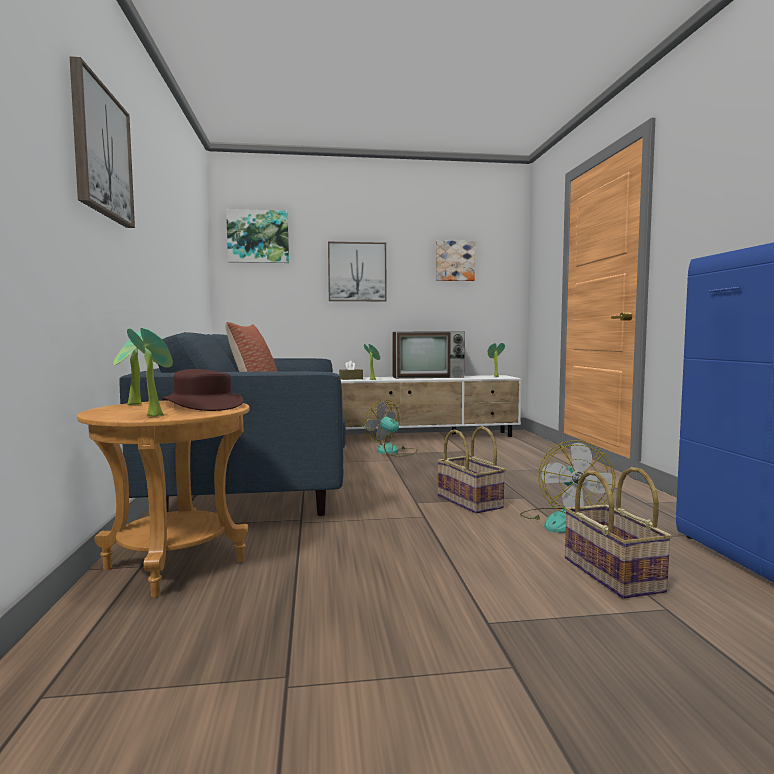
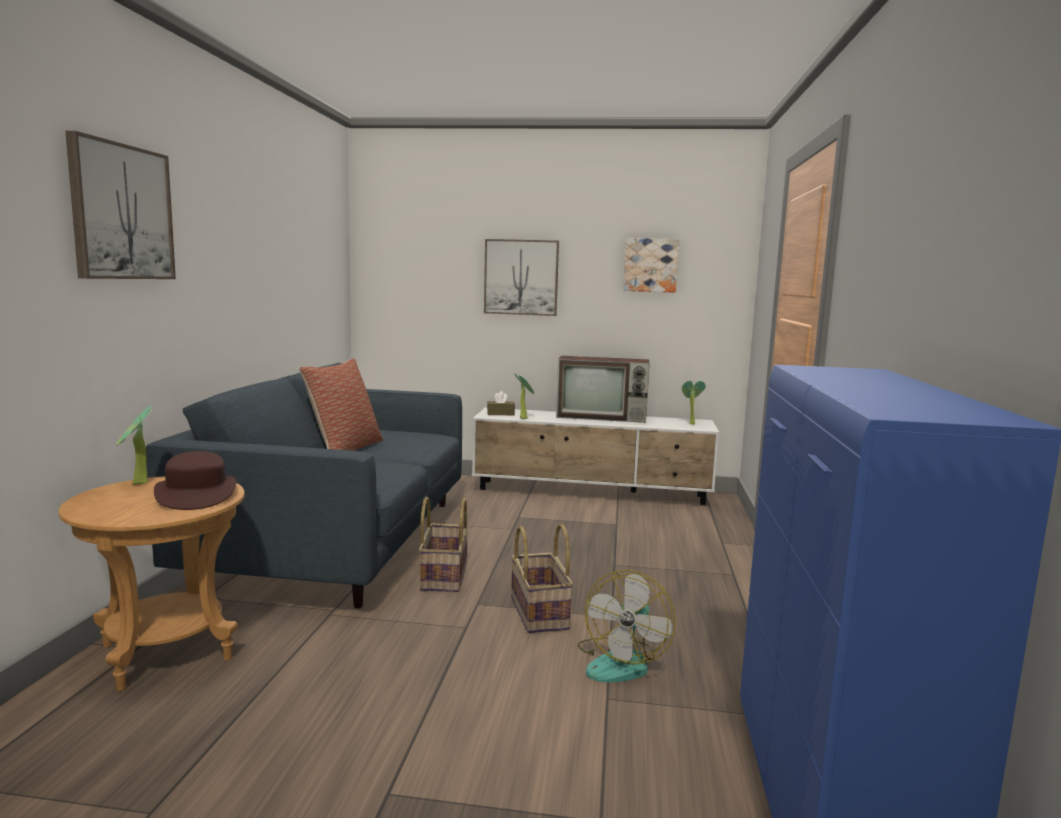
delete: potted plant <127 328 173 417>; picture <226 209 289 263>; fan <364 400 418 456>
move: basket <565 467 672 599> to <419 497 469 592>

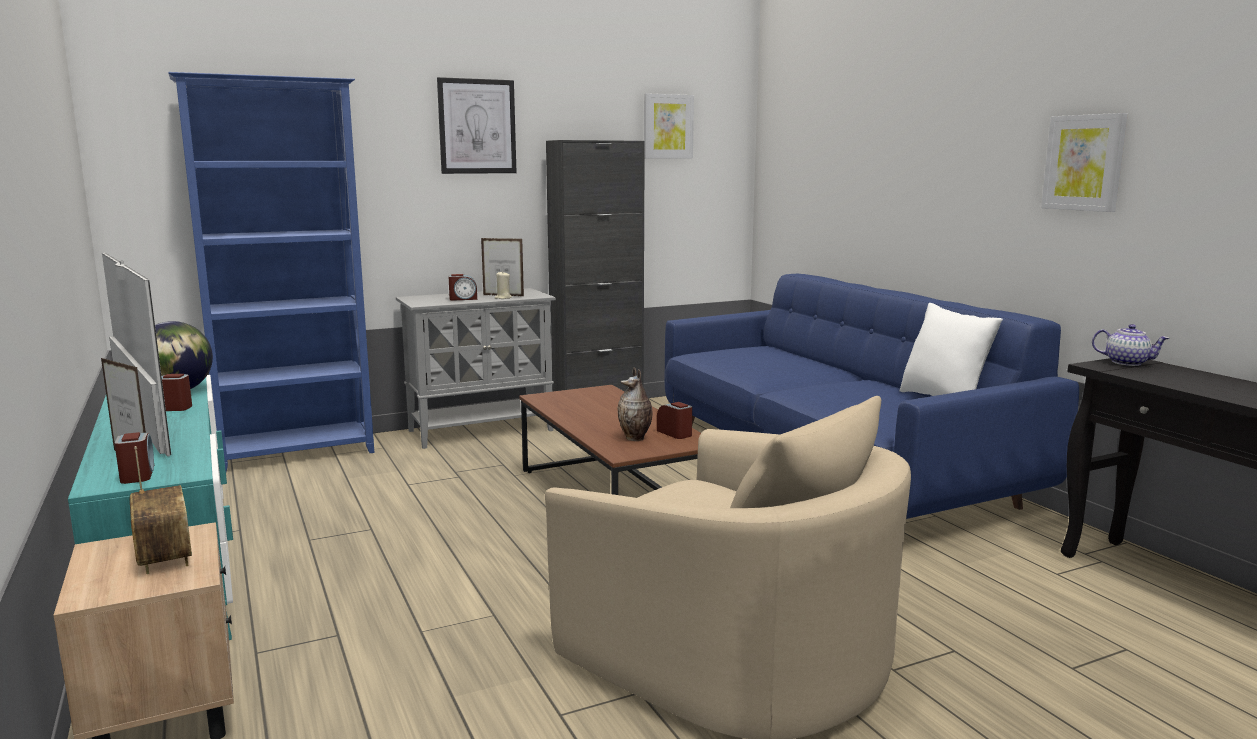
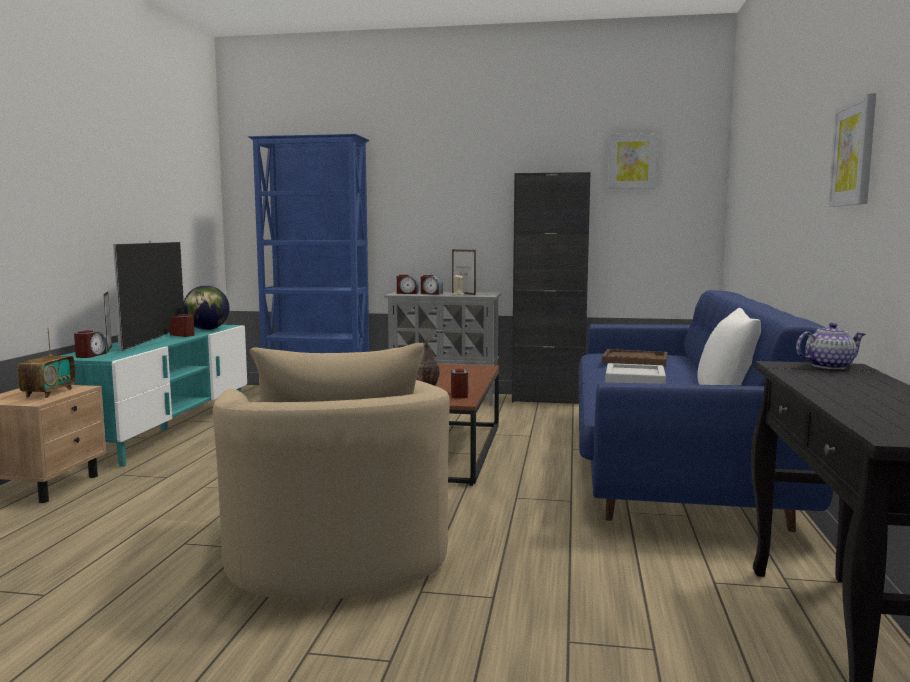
delete: picture <437 77 517 174>
insert: alarm clock <397 275 418 294>; brown tray <602 349 668 366>; grey tray <605 363 666 384>
rotate: teapot <1092 324 1169 366> = <796 323 866 369> 75 degrees counterclockwise

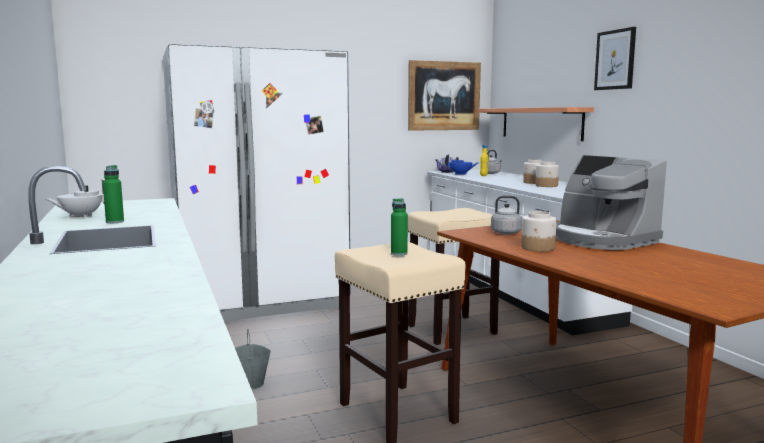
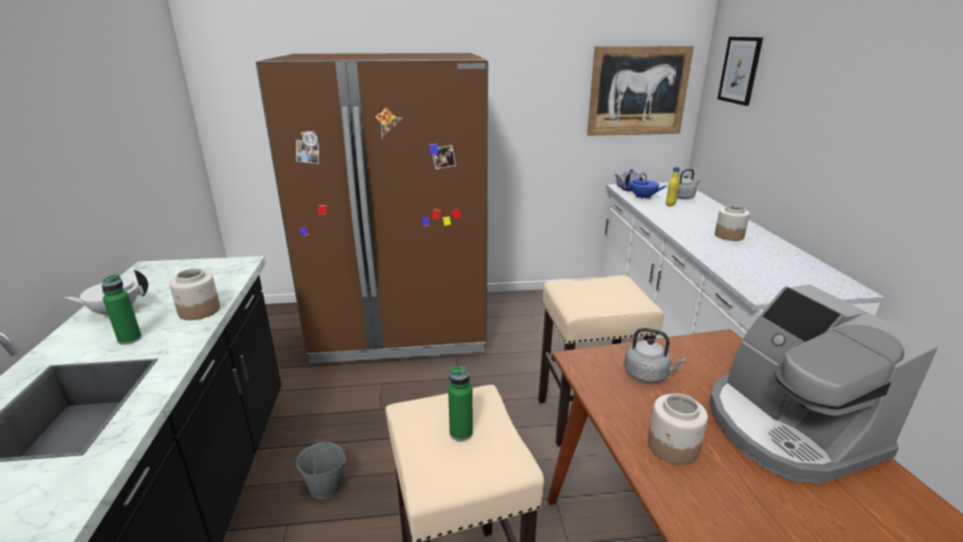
delete: shelf <477 107 594 141>
move: jar <535 161 559 187> to <169 268 220 320>; picture <594 27 636 90> to <717 37 763 106>
recolor: white fridge <163 44 351 321> to brown fridge <256 53 488 364>

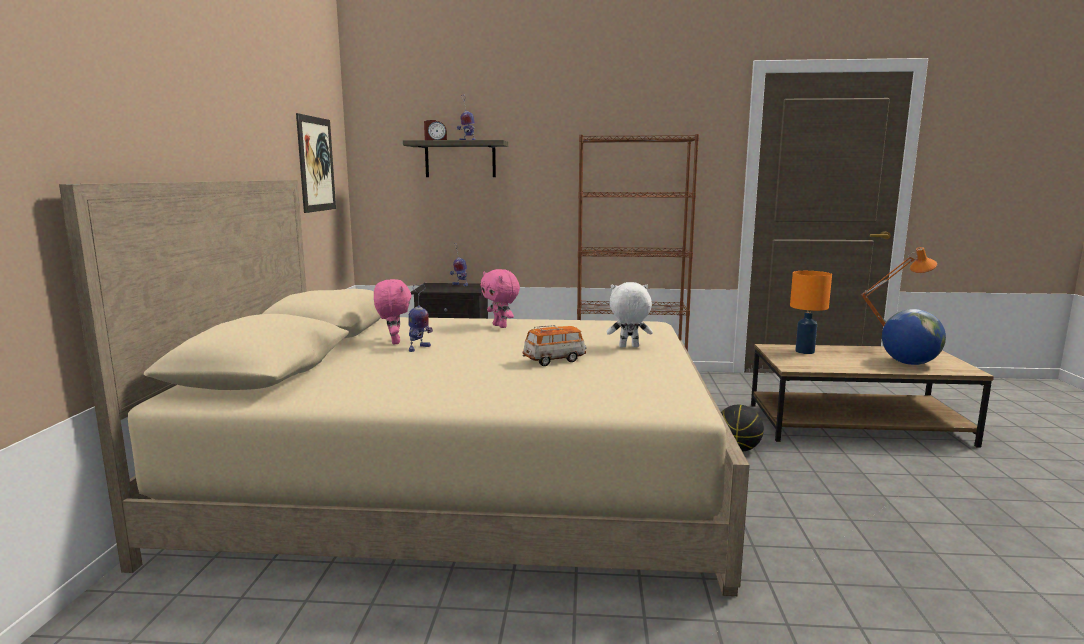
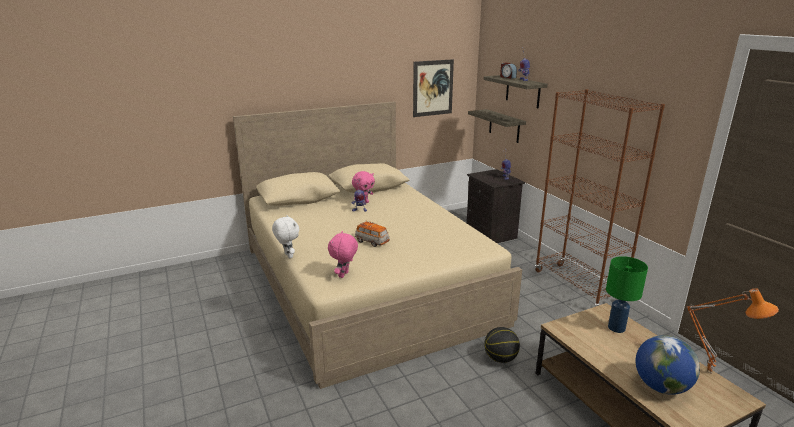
insert: shelf <468 109 526 143>
move: white plush toy <606 282 653 347> to <272 215 299 258>; pink plush toy <481 269 520 328> to <328 231 358 278>
recolor: orange table lamp <790 271 832 354> to green table lamp <606 256 648 333>

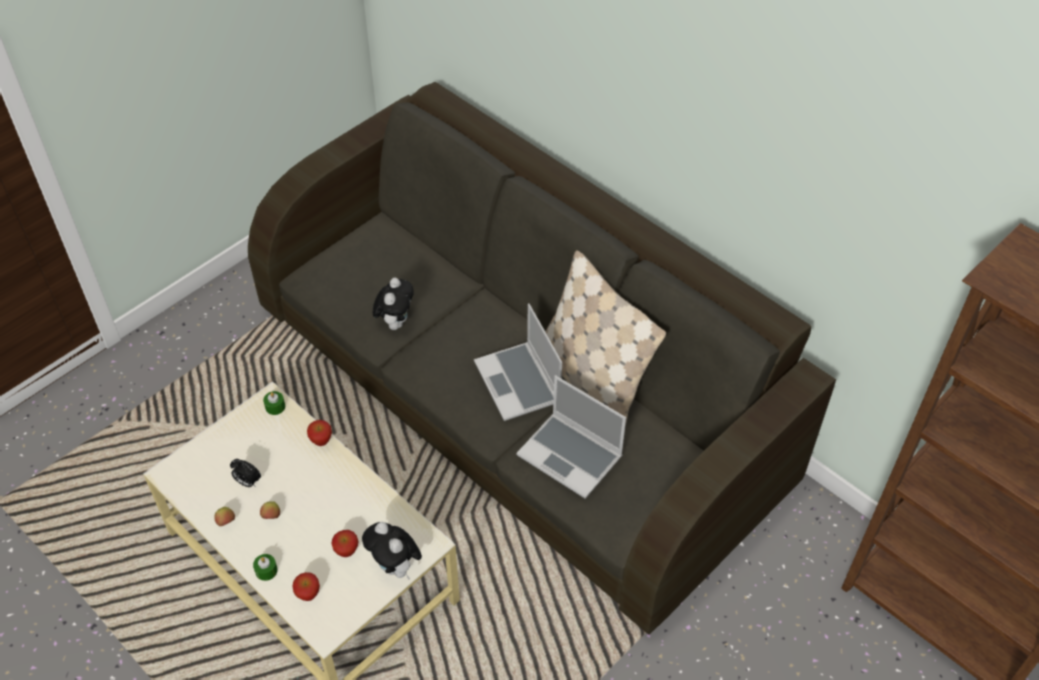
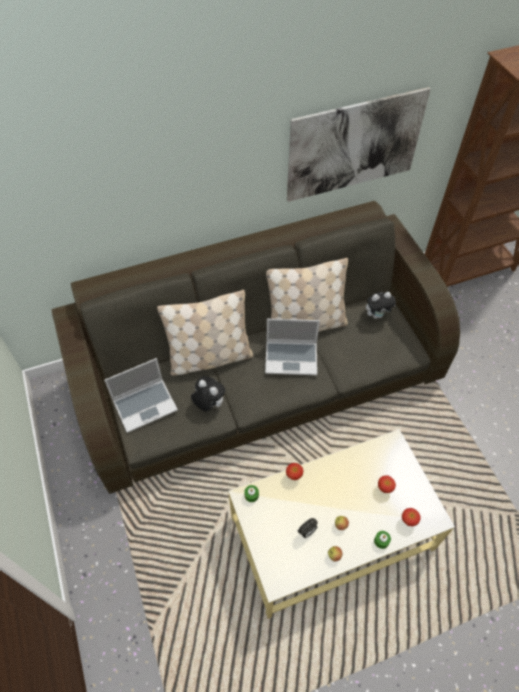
insert: beige pillow <157 290 253 375>; picture <287 87 431 202>
move: laptop <516 375 626 499> to <104 358 178 433>; plush toy <362 522 422 579> to <366 292 396 319>

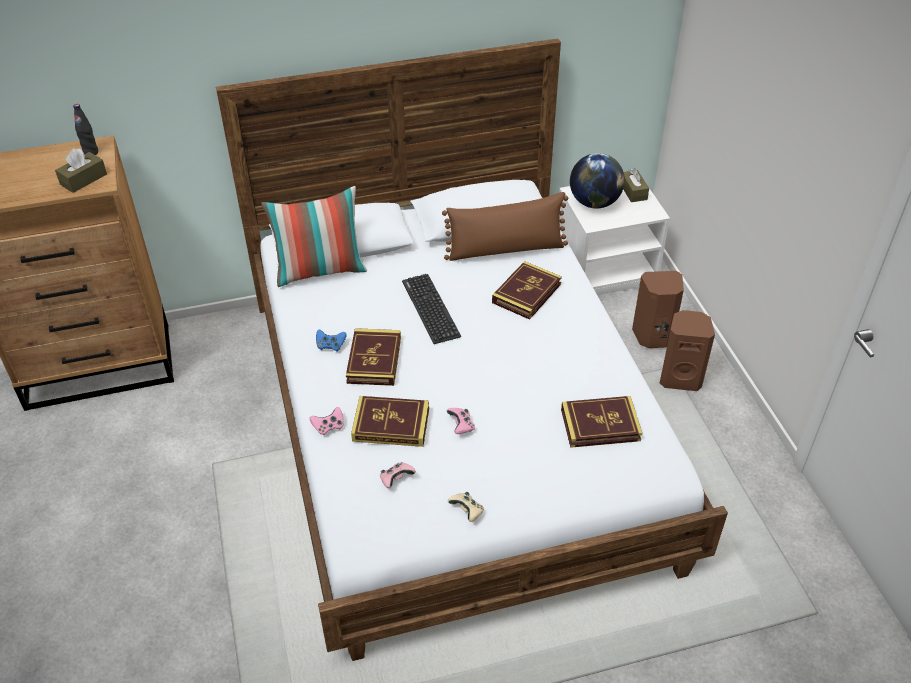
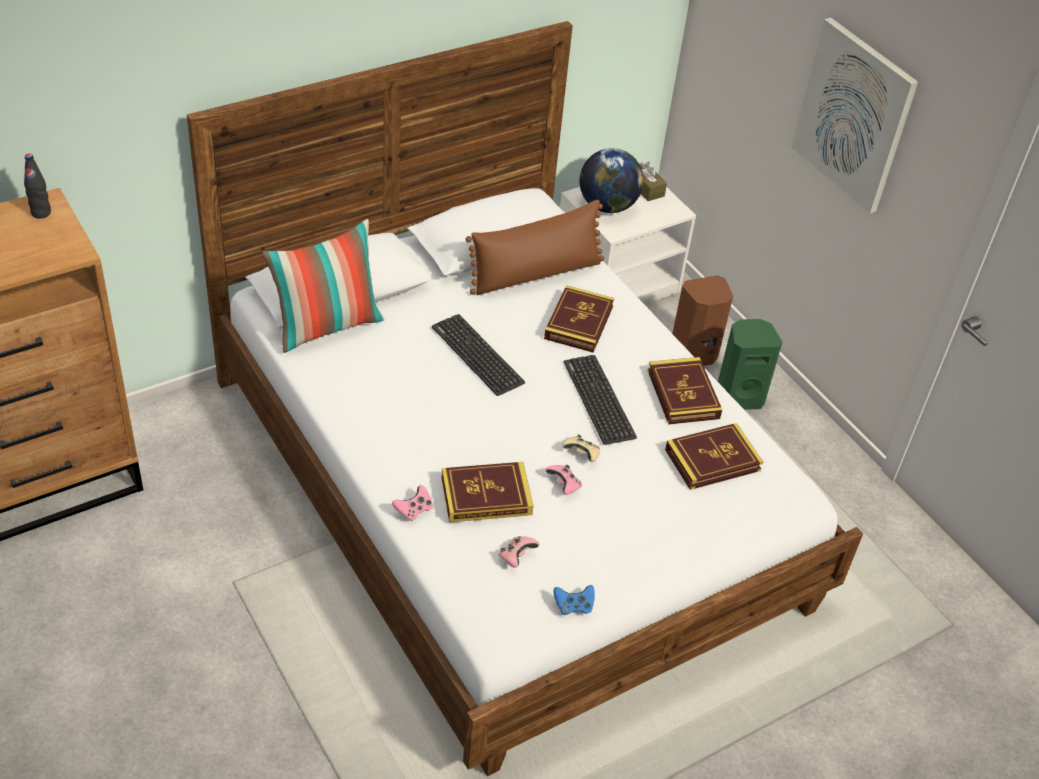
delete: brown tissue box <55 149 107 193>
insert: keyboard <564 355 637 445>; picture <791 18 918 213>
move: blue game controller <316 329 347 352> to <553 585 595 615>; beige game controller <448 492 484 522> to <562 435 600 462>; book <346 328 401 386> to <648 357 722 425>
recolor: brown speaker <660 310 715 391> to green speaker <718 319 782 410>

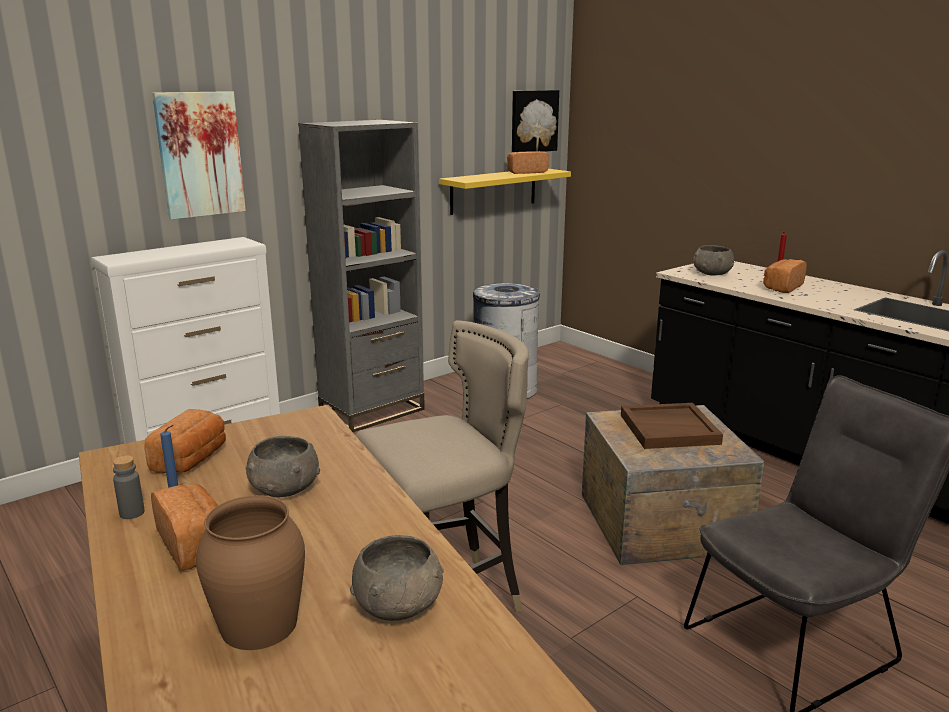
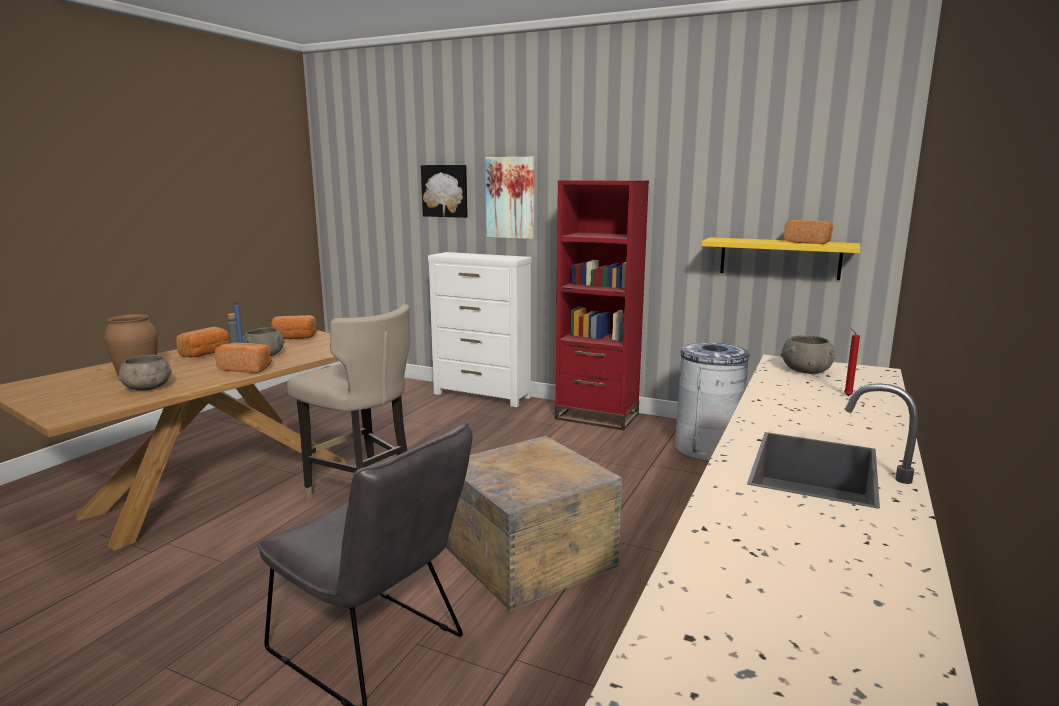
delete: brown tray <621 403 723 449>
move: bread <763 259 807 293> to <215 342 272 373>; picture <512 90 559 152> to <421 165 468 218>
recolor: grey bookcase <298 120 425 432> to red bookcase <555 180 649 430>

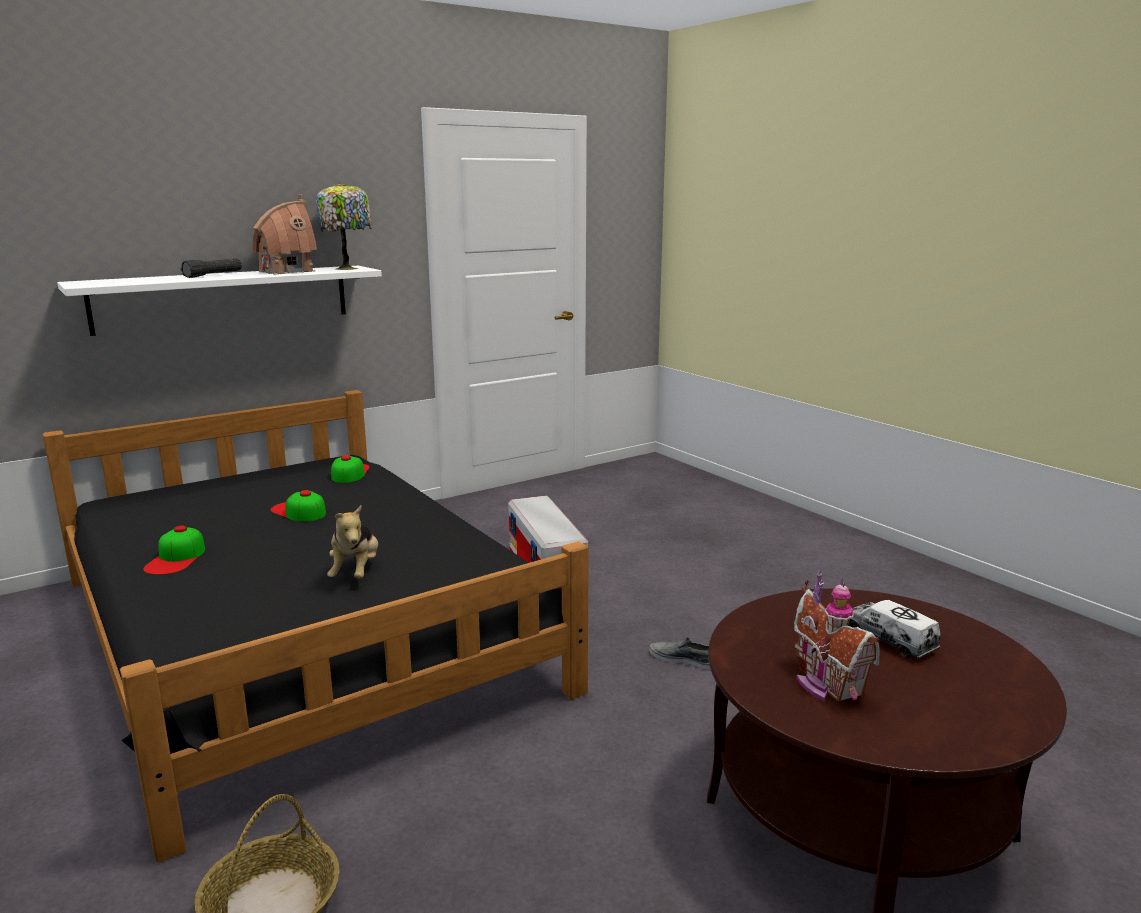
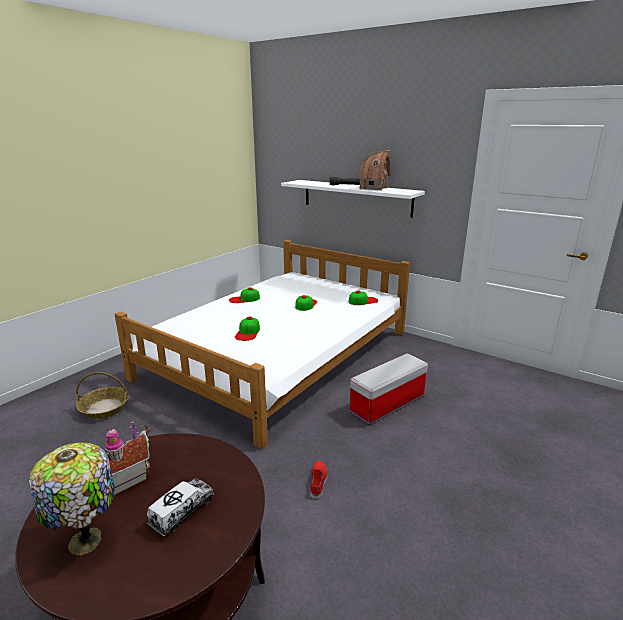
move: table lamp <316 183 372 270> to <29 442 115 556>
replace: plush toy <327 506 378 579> to cap <235 317 260 341>
recolor: black bed <43 390 589 862> to white bed <114 240 410 449>; grey shoe <649 637 710 670> to red shoe <311 461 327 499>

